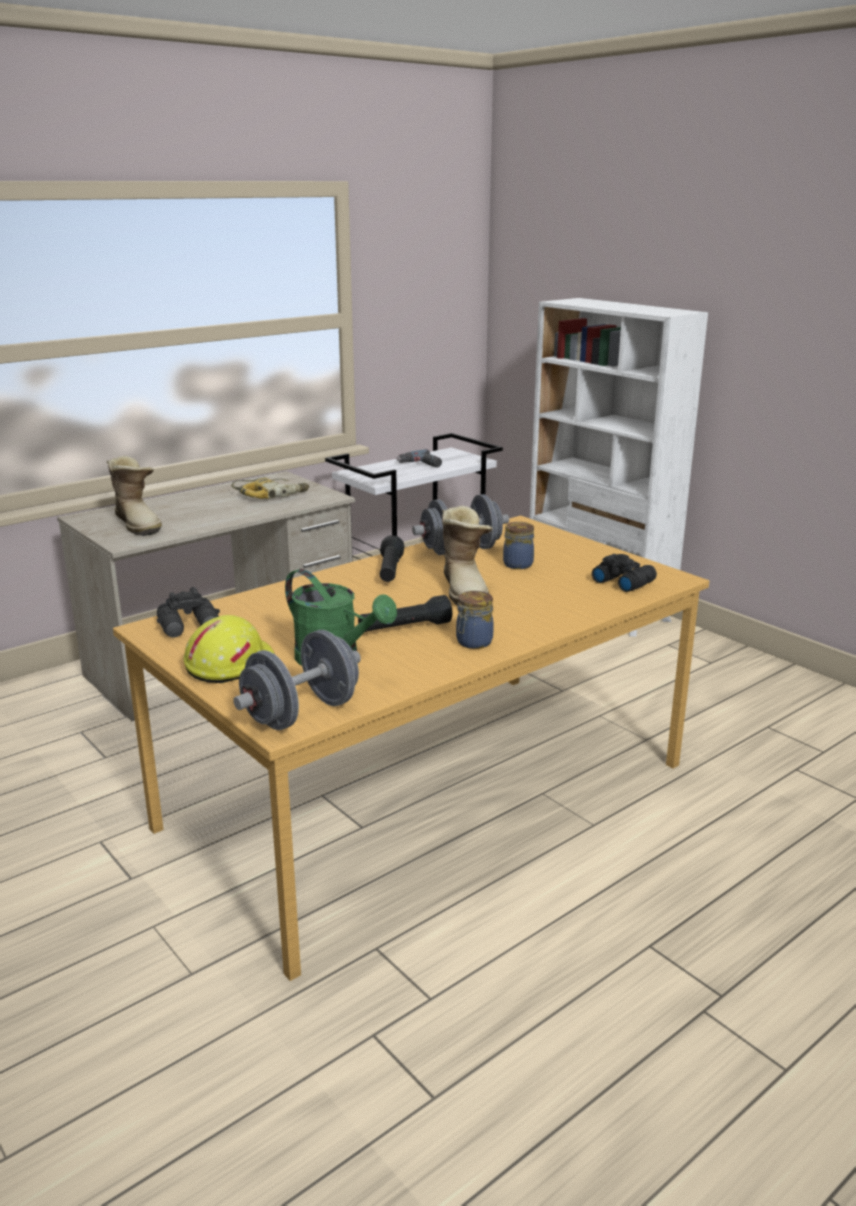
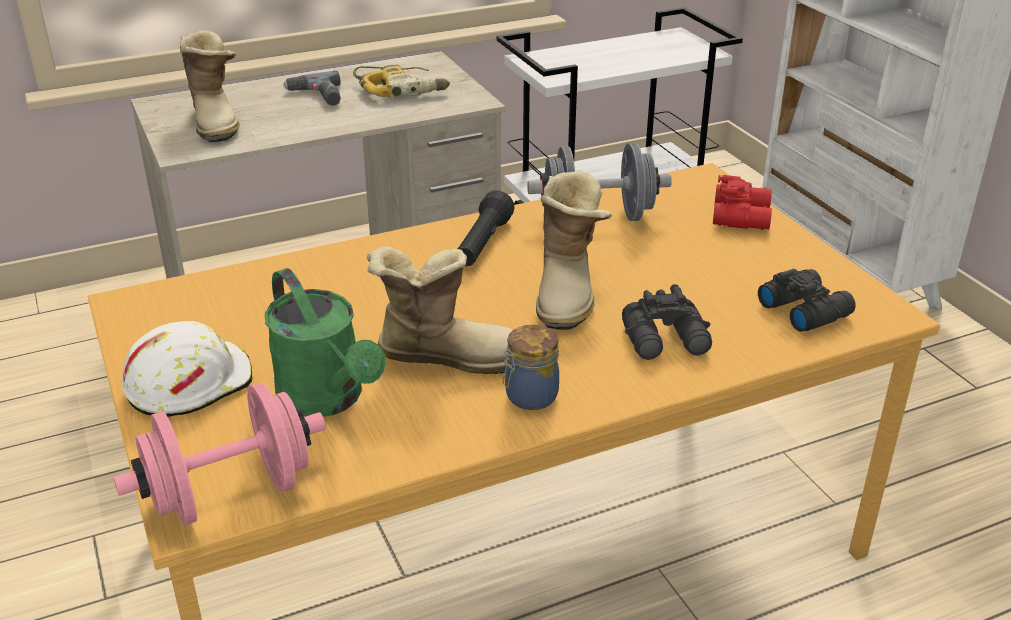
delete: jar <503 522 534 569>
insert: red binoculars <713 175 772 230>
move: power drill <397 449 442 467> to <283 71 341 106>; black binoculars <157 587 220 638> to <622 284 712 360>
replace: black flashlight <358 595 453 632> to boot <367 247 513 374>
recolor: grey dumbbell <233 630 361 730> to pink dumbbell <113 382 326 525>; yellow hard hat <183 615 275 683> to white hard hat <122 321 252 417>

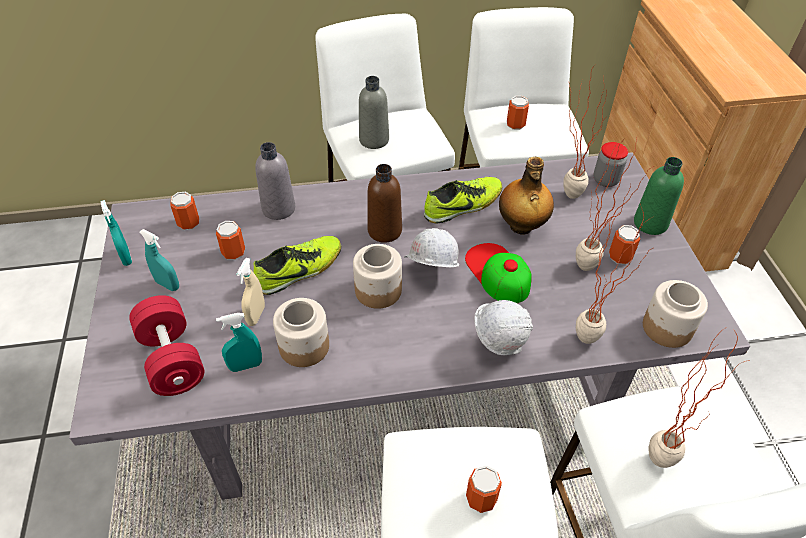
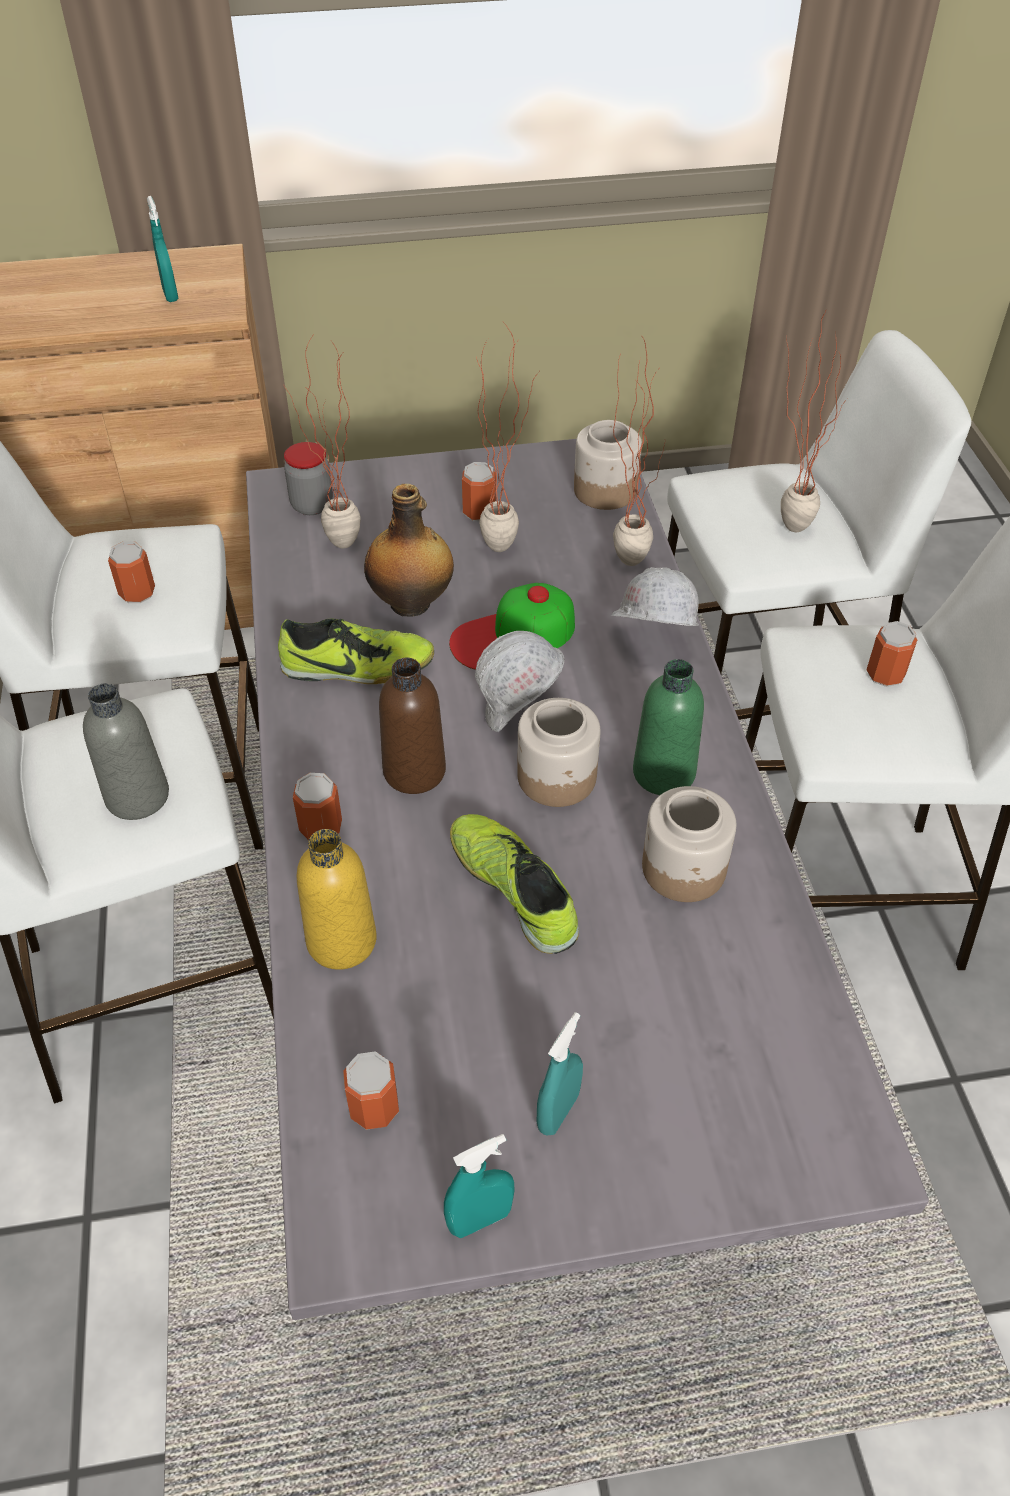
delete: red dumbbell <129 295 204 396>; beige spray bottle <236 258 265 326>
move: turquoise spray bottle <216 313 262 372> to <147 196 179 302>; can <216 221 245 260> to <293 773 342 840>; green bottle <634 157 684 235> to <633 659 704 795>
recolor: grey bottle <255 142 295 220> to yellow bottle <297 829 377 970>
rotate: shoe <424 177 502 224> = <278 618 434 684> 120 degrees clockwise

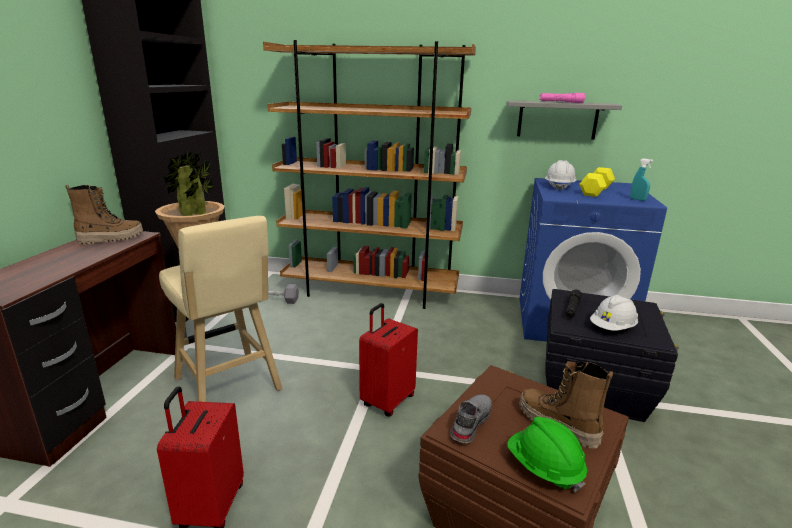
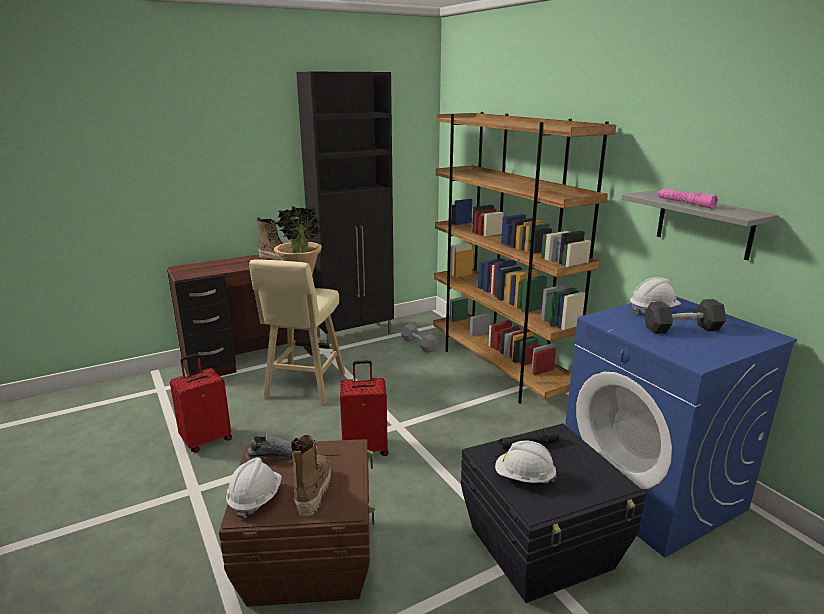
delete: turquoise spray bottle <630 159 654 201>
recolor: green hard hat <507 417 587 492> to white hard hat <226 457 282 519>; yellow dumbbell <579 167 615 197> to black dumbbell <644 299 726 334>

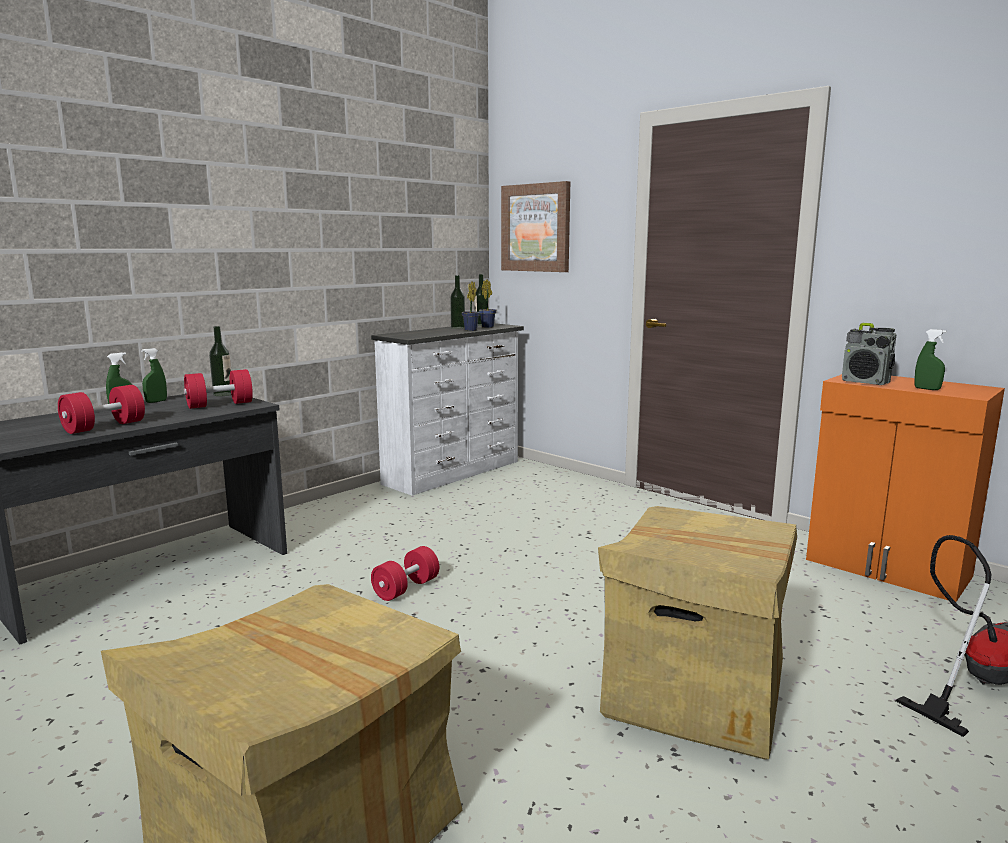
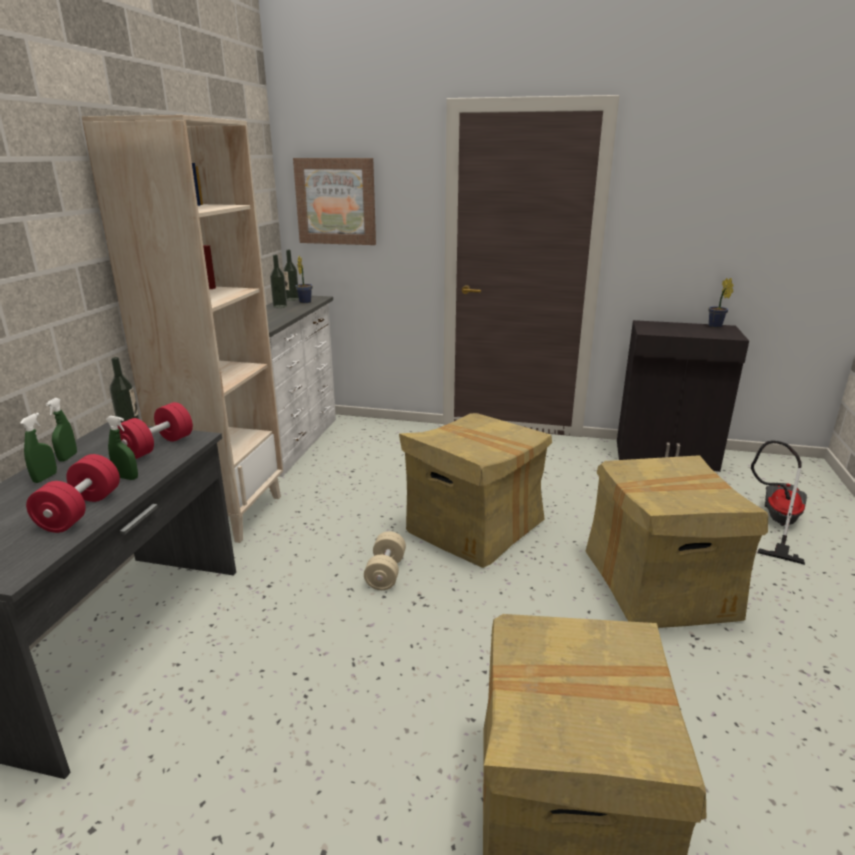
delete: radio <842 323 896 385>
insert: beige bookcase <82 115 283 543>; cardboard box <399 413 552 568>
move: green spray bottle <914 329 947 390> to <106 416 138 480>; potted plant <462 281 480 331> to <708 278 733 328>
recolor: red dumbbell <371 546 439 601> to beige dumbbell <364 531 406 590>; orange cabinet <806 374 1005 602> to black cabinet <617 320 749 472>

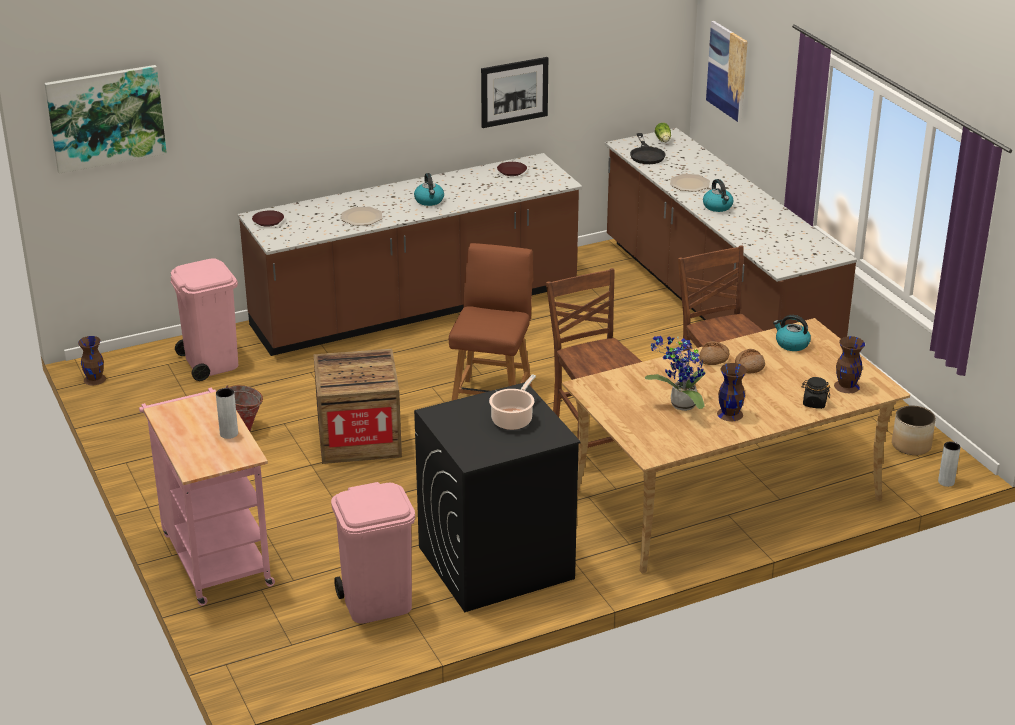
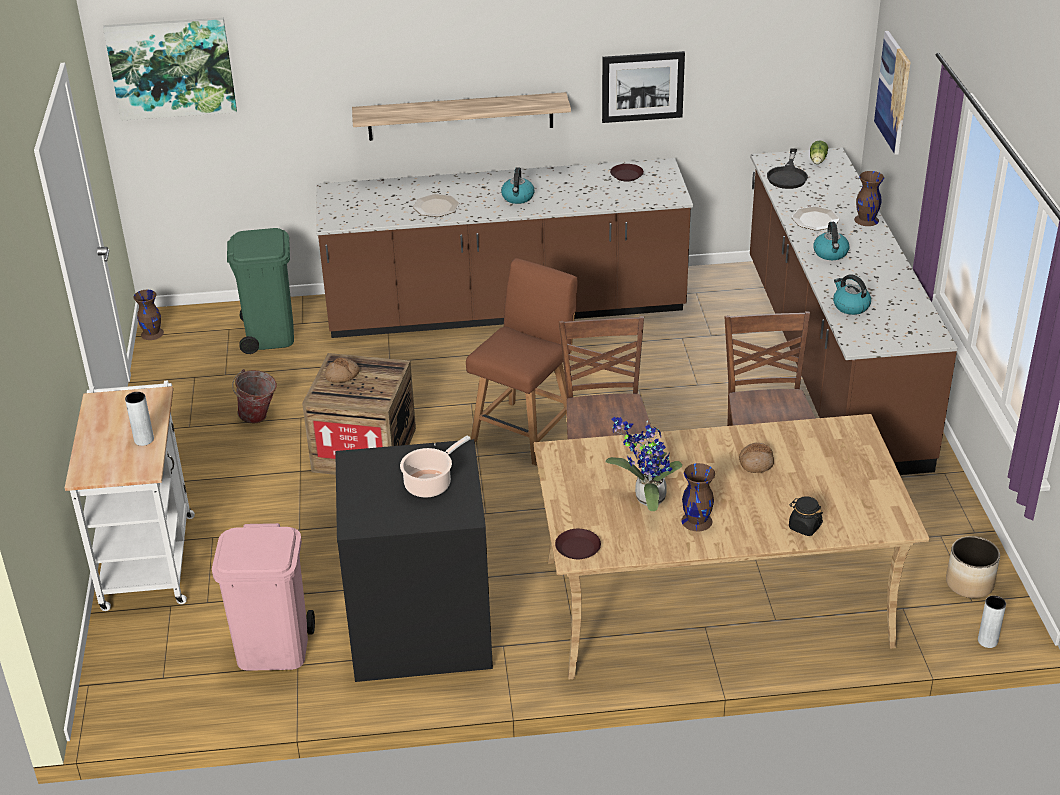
insert: shelf <352 92 571 141>
move: bread <699 341 729 365> to <325 357 360 383>; brown plate <252 210 284 227> to <555 529 601 559>; kettle <773 315 811 351> to <833 274 871 315>; brown vase <834 336 865 393> to <854 171 884 226>
recolor: pink cart <139 388 275 606> to white cart <65 380 195 611>; pink trash can <170 258 238 381> to green trash can <227 228 294 354>

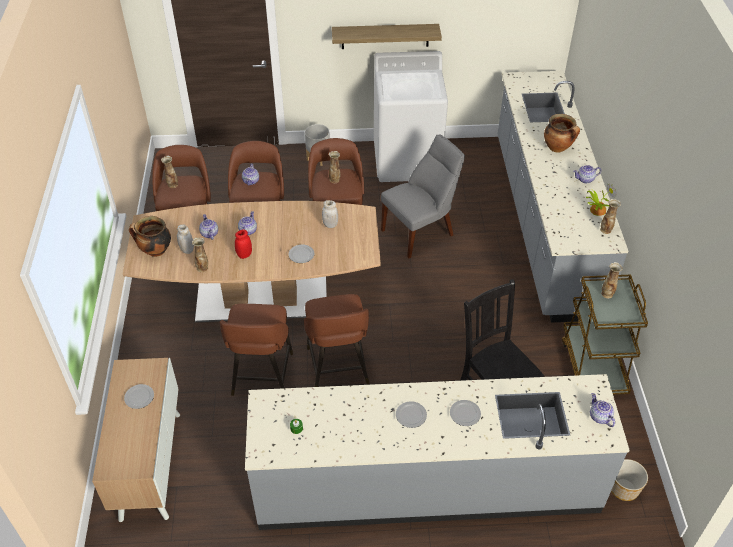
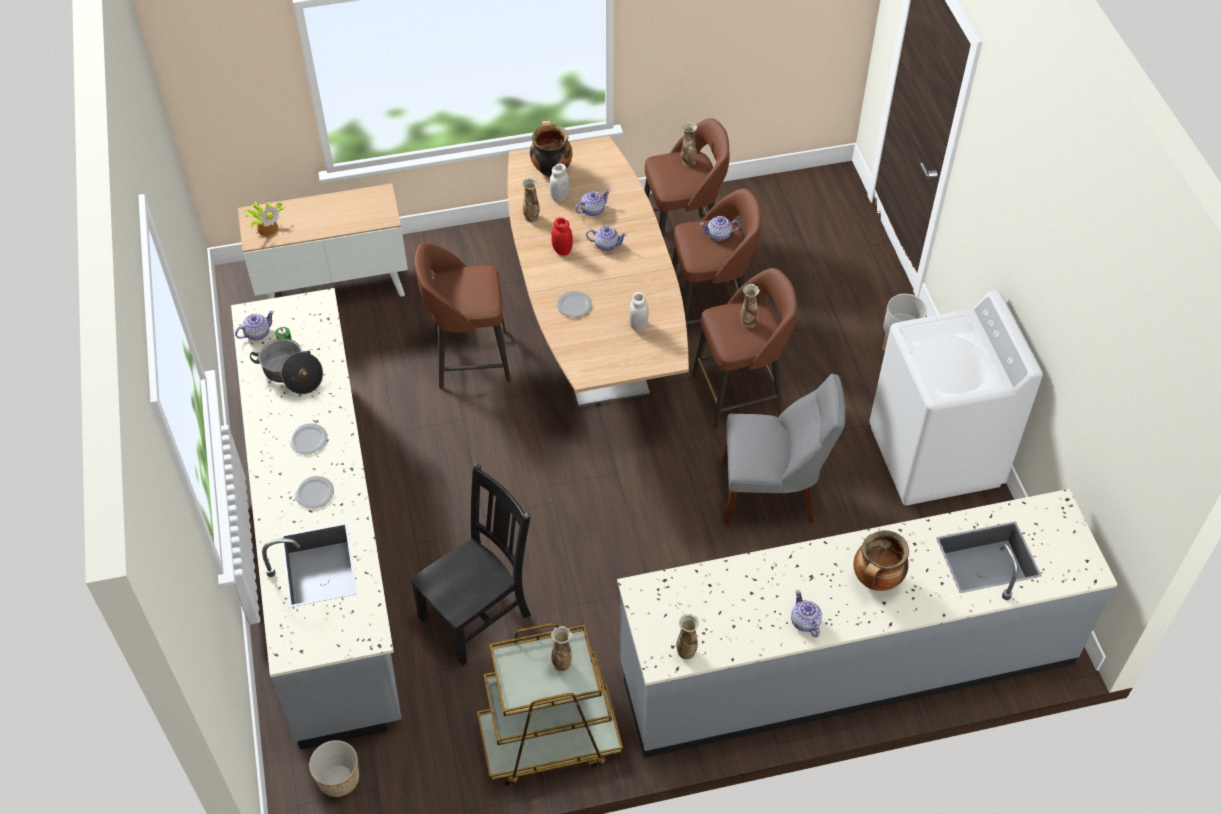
delete: plate <124 384 154 409>; brown stool <304 294 370 387>; shelf <332 24 442 49>
insert: cooking pot <250 338 323 394>
move: teapot <590 393 615 427> to <235 311 274 340>; potted plant <586 183 617 216> to <245 201 284 236>
rotate: grey chair <381 135 465 258> = <723 374 845 524> 45 degrees counterclockwise

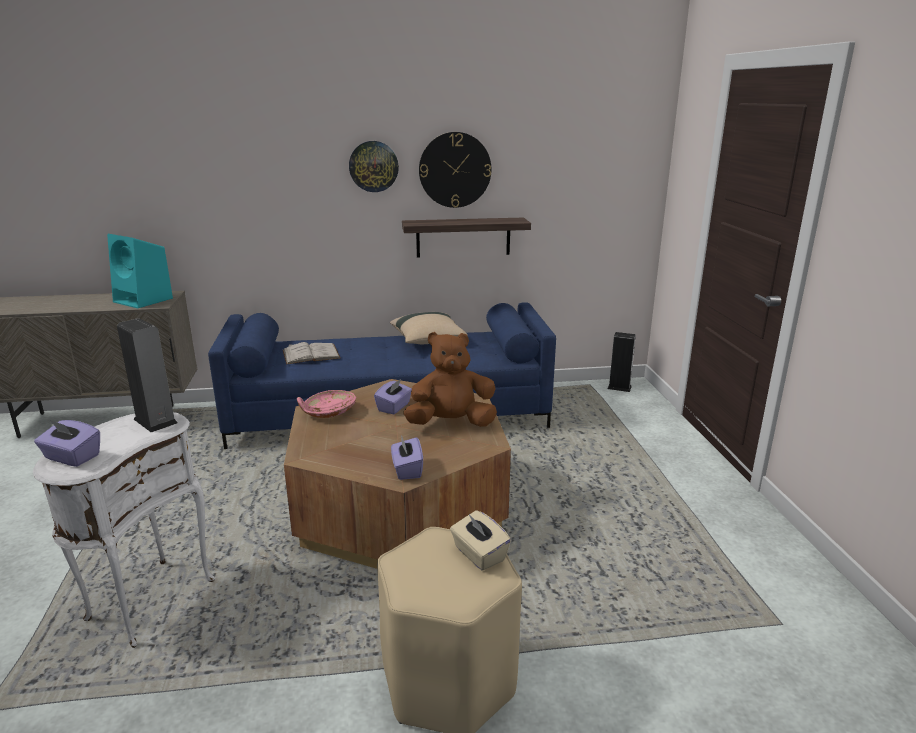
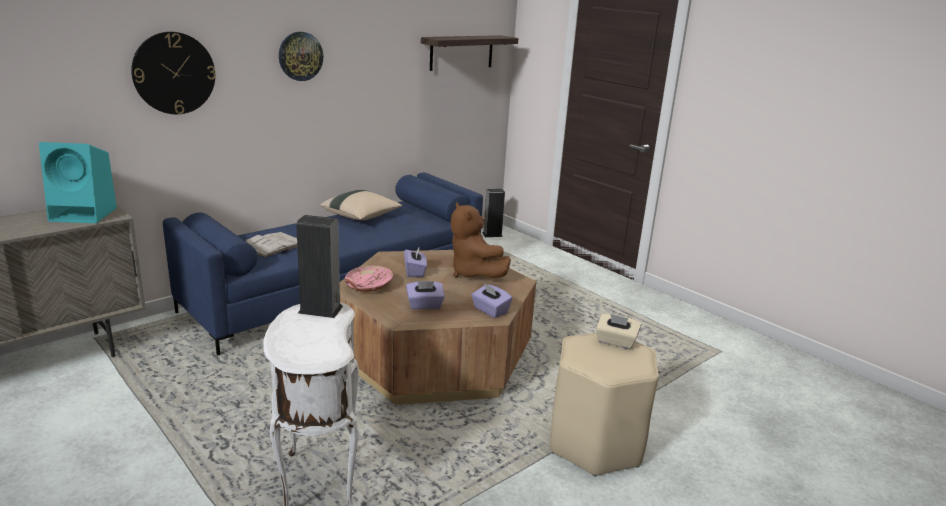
move: wall clock <419 132 491 208> to <131 32 216 114>; purple tissue box <34 419 100 467> to <406 281 445 309>; shelf <402 218 531 257> to <421 35 518 71>
rotate: brown plush toy <403 332 497 427> = <451 202 511 278> 75 degrees counterclockwise

